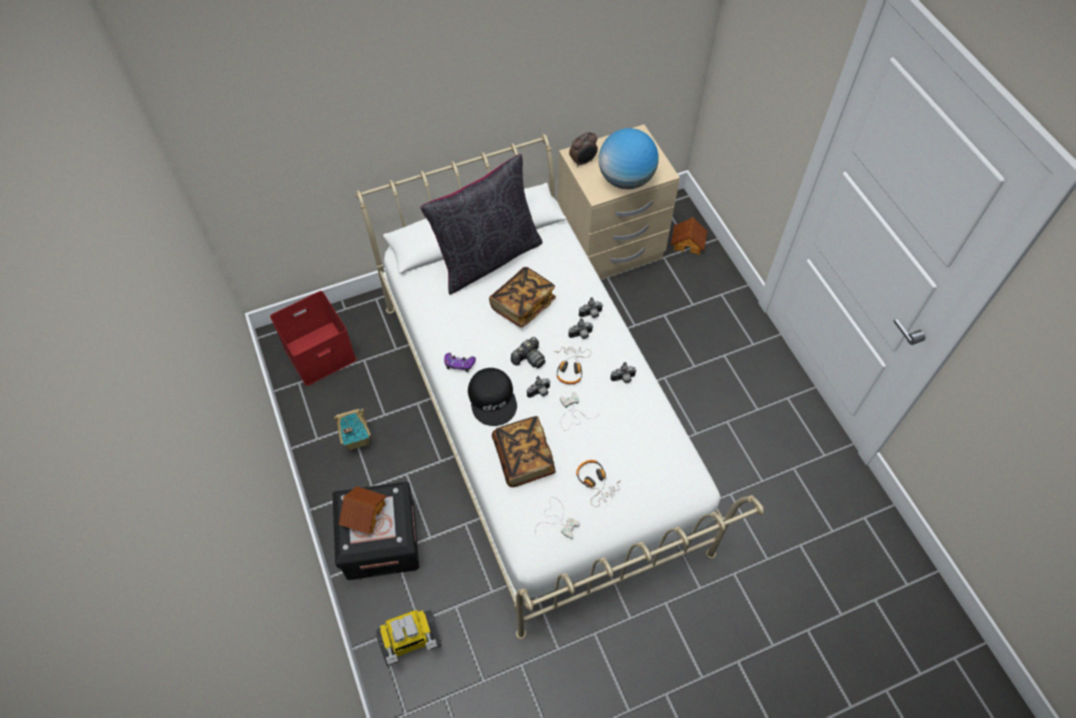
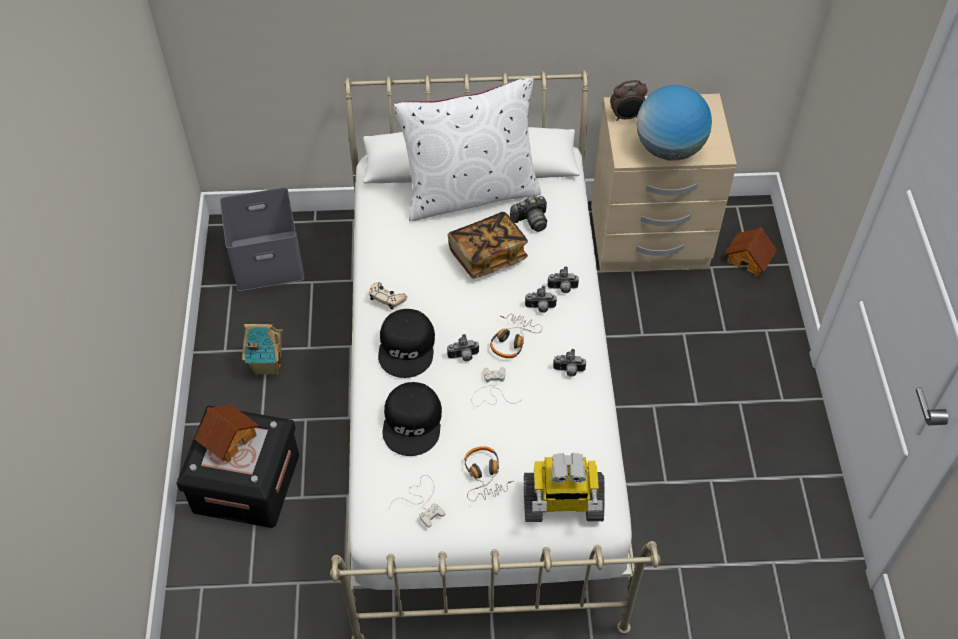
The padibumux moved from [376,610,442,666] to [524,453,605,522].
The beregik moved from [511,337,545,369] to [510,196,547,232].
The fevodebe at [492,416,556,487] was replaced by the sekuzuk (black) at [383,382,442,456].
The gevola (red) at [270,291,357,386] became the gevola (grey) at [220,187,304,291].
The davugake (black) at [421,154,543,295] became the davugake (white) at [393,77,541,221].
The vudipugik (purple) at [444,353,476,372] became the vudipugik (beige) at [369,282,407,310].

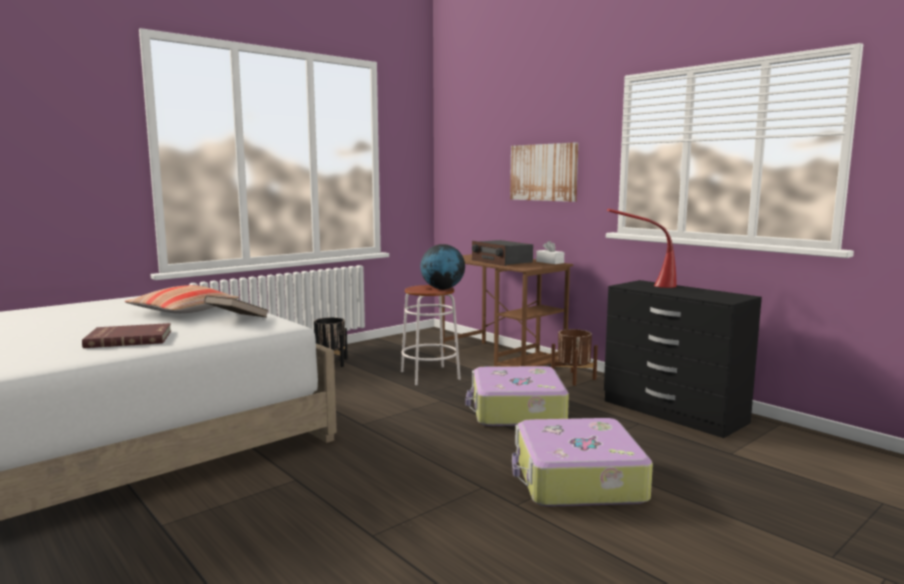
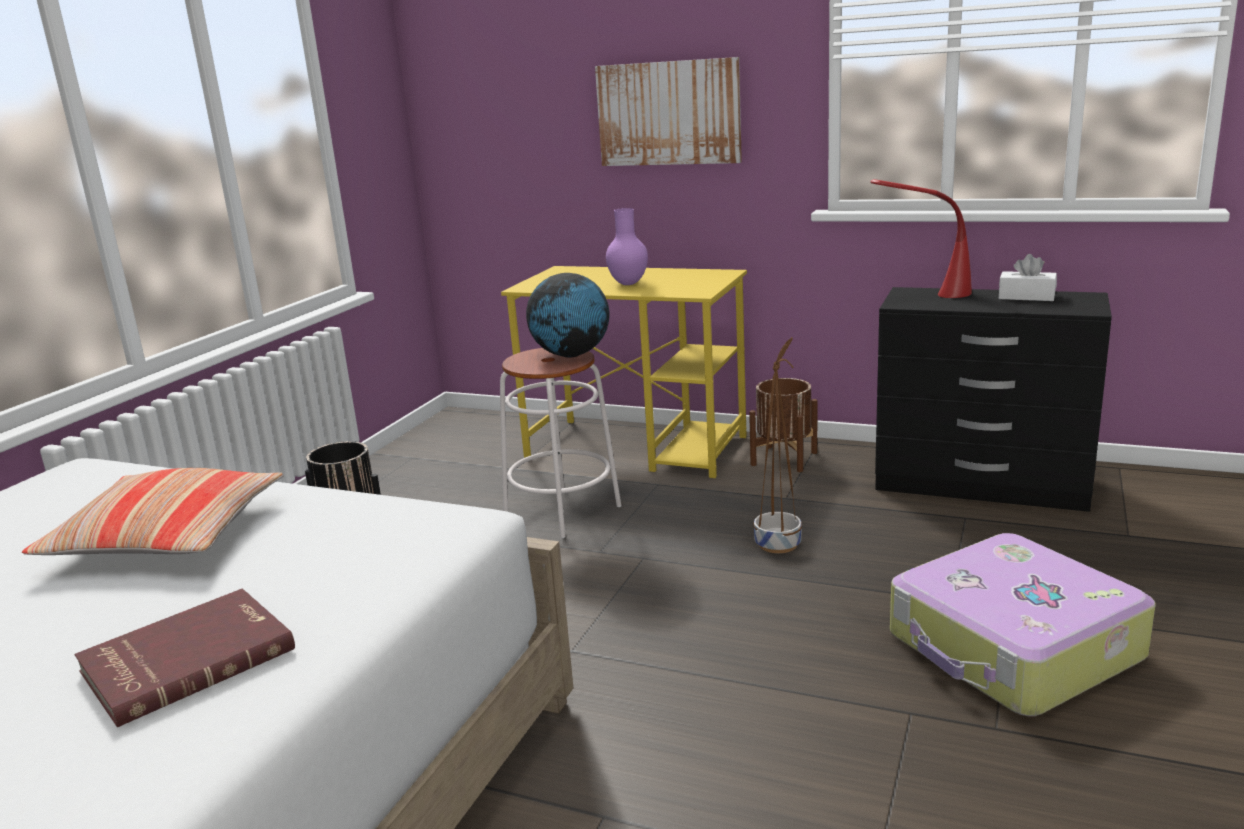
The fevodebe (brown) at [204,295,269,318] disappeared.
The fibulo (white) moved from [536,241,564,264] to [999,254,1057,301].
The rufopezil at [466,366,569,426] was replaced by the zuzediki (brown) at [753,337,802,553].
The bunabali at [472,240,533,266] was replaced by the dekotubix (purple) at [606,208,648,285].
The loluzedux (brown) at [441,254,573,367] became the loluzedux (yellow) at [501,266,747,478].

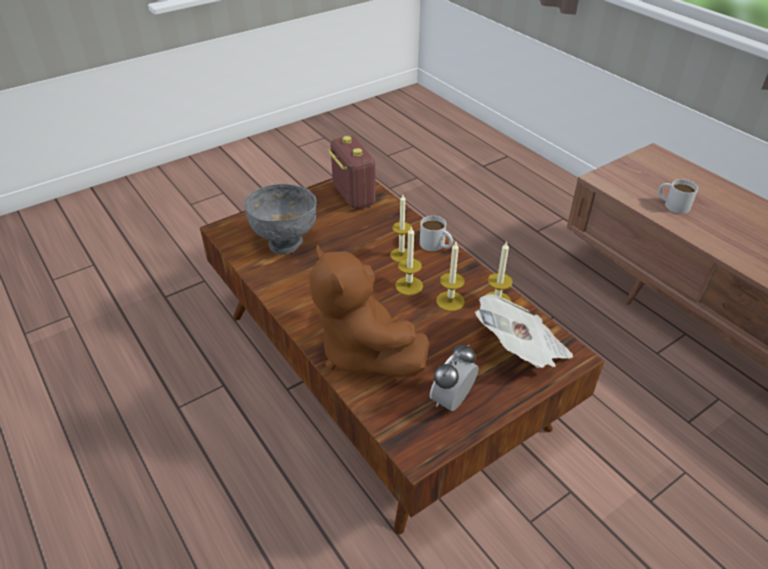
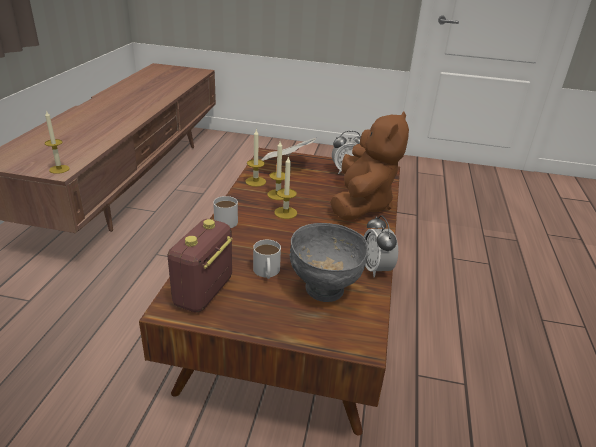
The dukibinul at [364,215,398,278] appeared.
The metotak moved from [390,195,412,262] to [45,110,70,174].
The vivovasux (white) moved from [658,179,698,214] to [253,240,281,279].

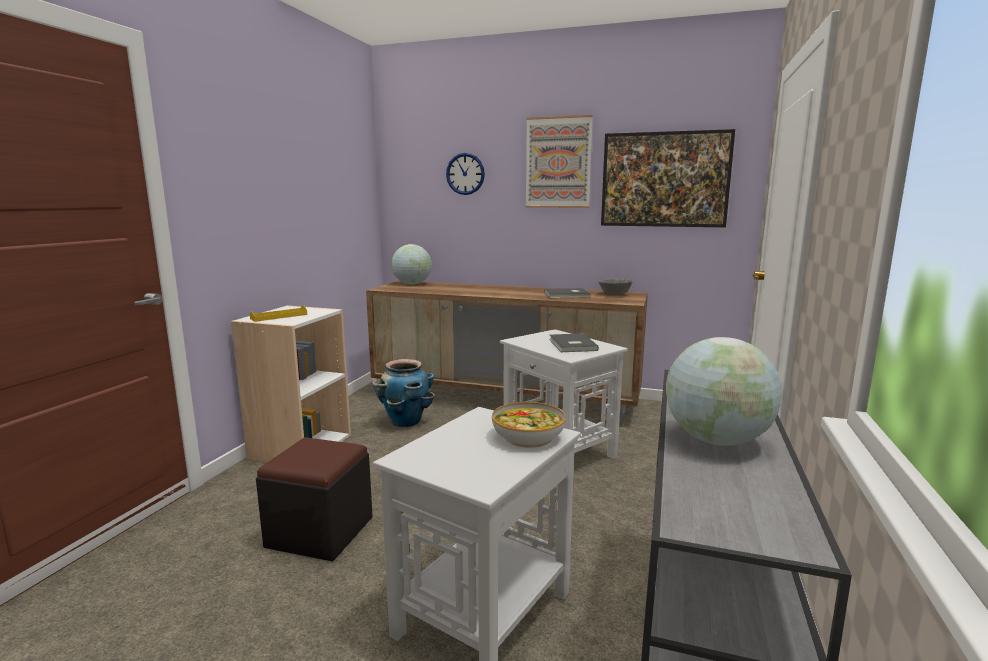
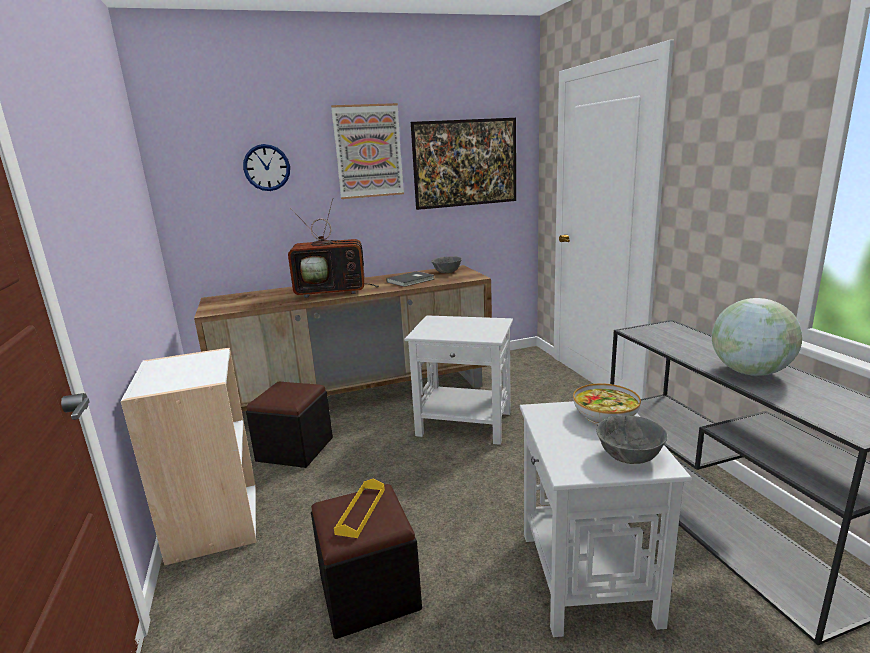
The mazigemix at [391,244,432,285] disappeared.
The fevodebe (grey) at [549,333,599,352] disappeared.
The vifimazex at [288,198,379,298] appeared.
The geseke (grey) at [596,415,667,464] appeared.
The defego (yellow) moved from [250,305,307,322] to [334,478,385,538].
The zuzediki at [373,359,435,427] was replaced by the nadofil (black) at [246,382,333,468].

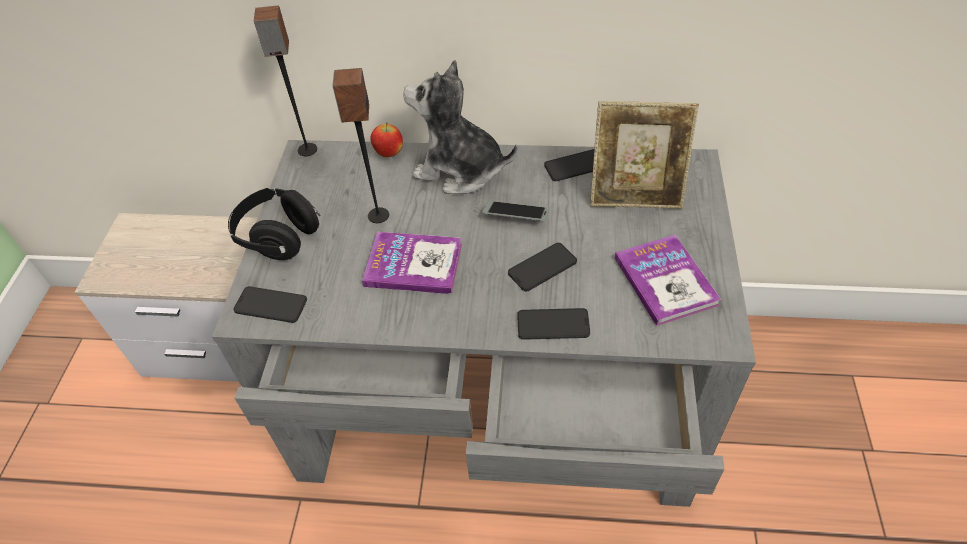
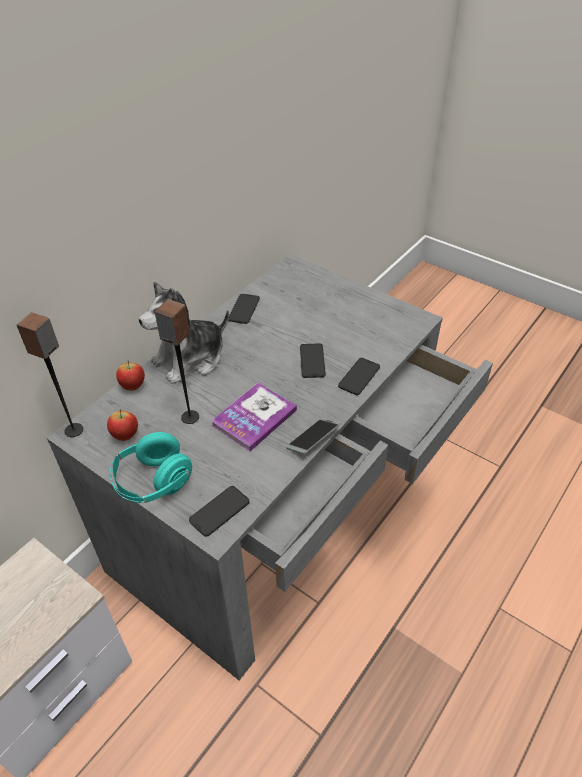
The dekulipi at [590,101,699,209] disappeared.
The fevodebe at [615,235,721,326] disappeared.
The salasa at [107,410,138,441] appeared.
The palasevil moved from [482,201,549,221] to [286,418,341,454].
The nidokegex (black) at [228,188,320,260] became the nidokegex (turquoise) at [110,432,192,503].

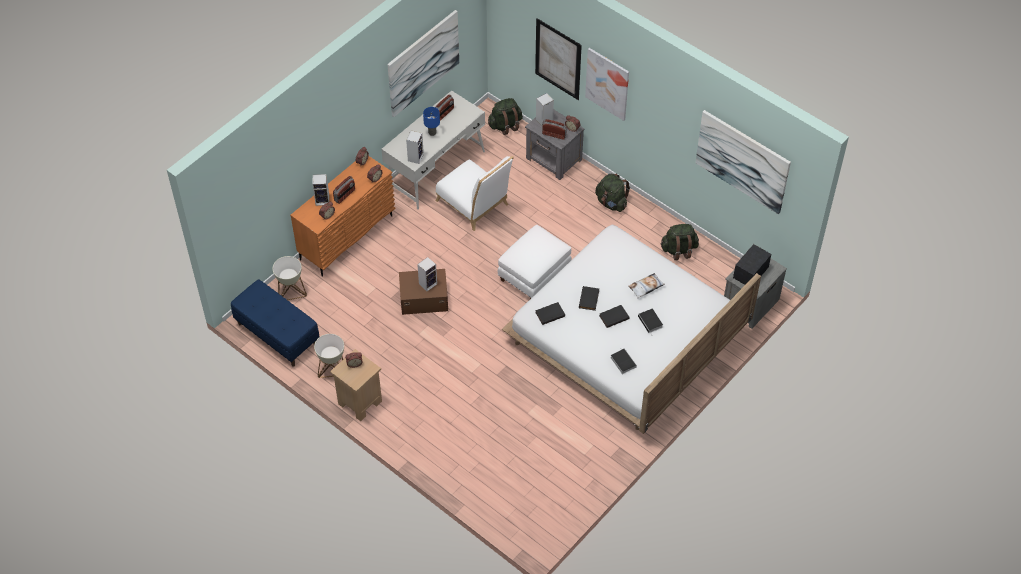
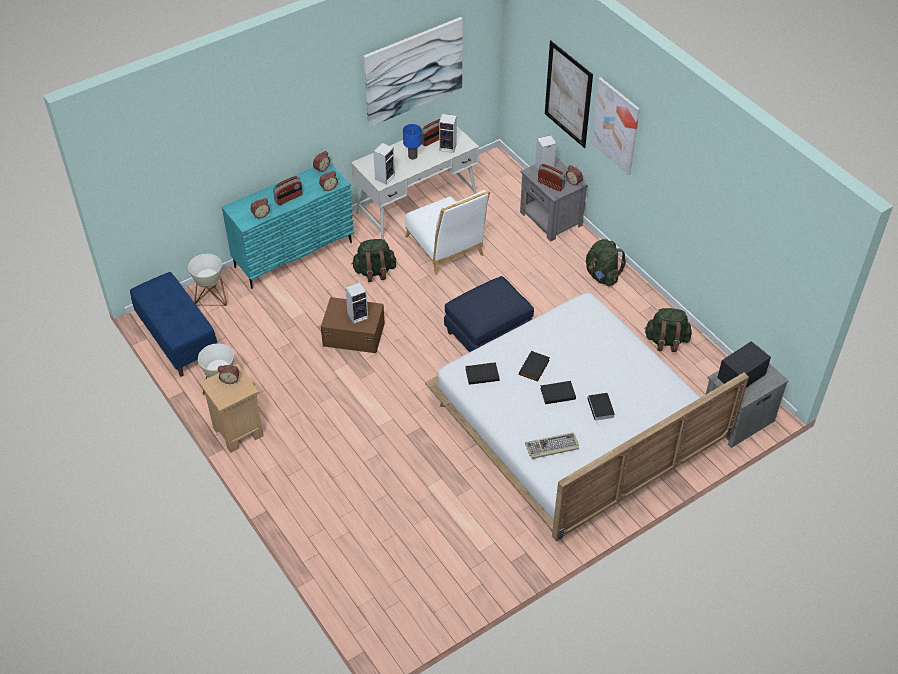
The davugake at [628,273,665,298] disappeared.
The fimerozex at [695,110,791,214] disappeared.
The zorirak moved from [313,174,329,206] to [439,114,457,153].
The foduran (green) moved from [488,98,523,135] to [352,239,396,282].
The fevodebe at [610,348,637,374] was replaced by the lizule at [525,432,579,459].
The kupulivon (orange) at [290,156,395,277] became the kupulivon (turquoise) at [222,163,354,289].
The nadofil (white) at [498,225,572,299] became the nadofil (blue) at [444,276,534,352].

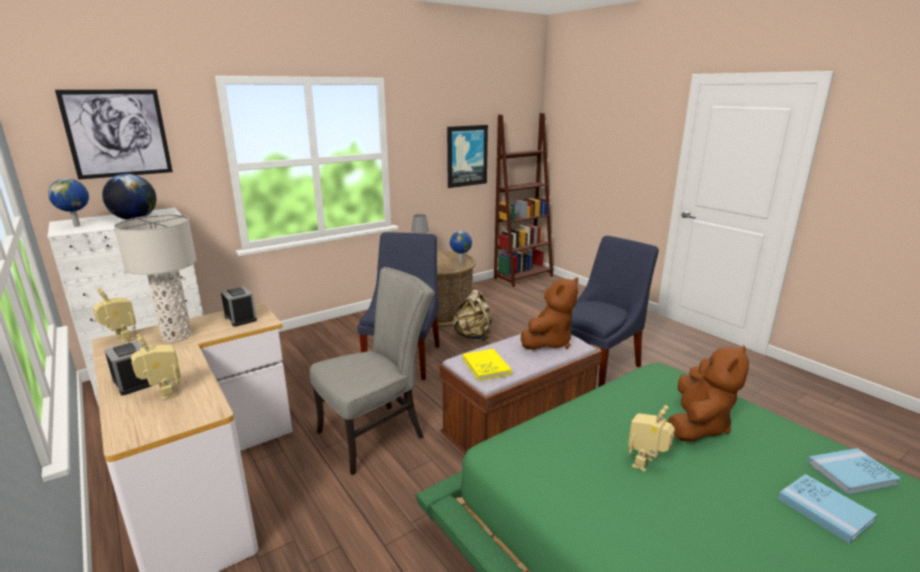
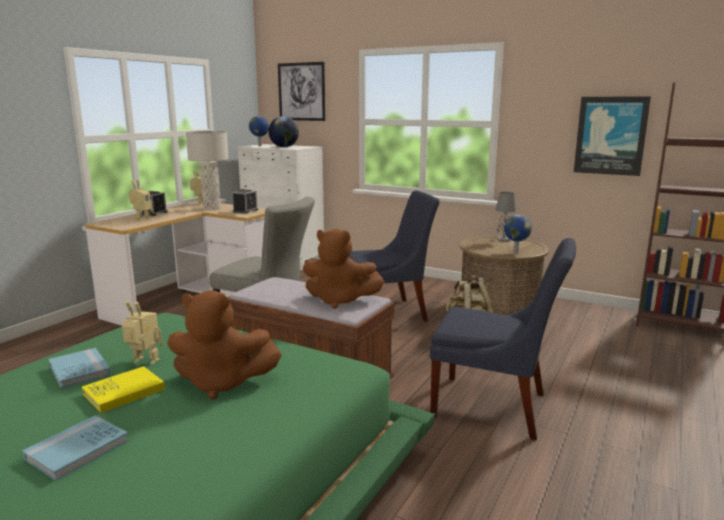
The fevodebe (yellow) moved from [463,349,511,381] to [82,366,165,413].
The fevodebe (blue) moved from [808,448,901,495] to [49,348,111,389].

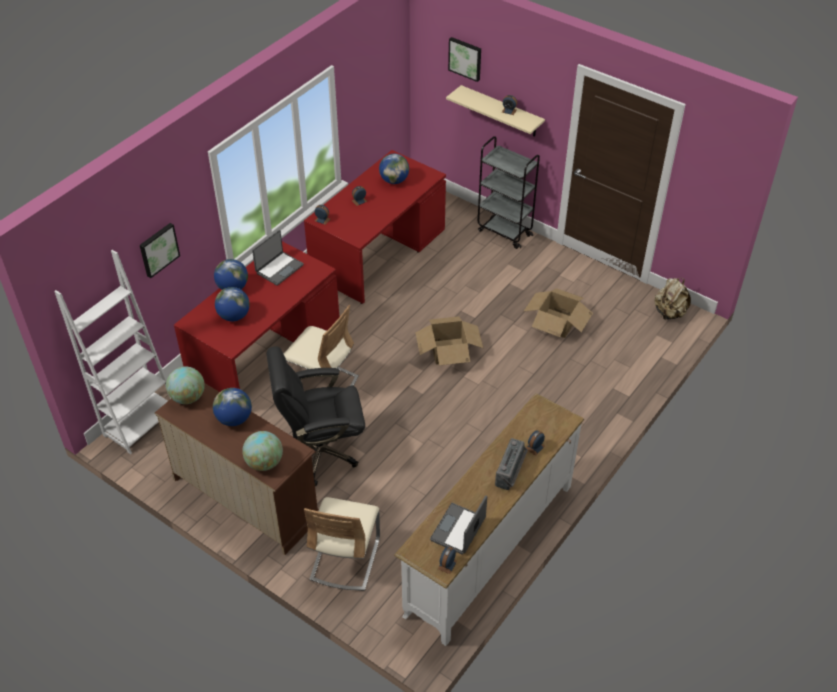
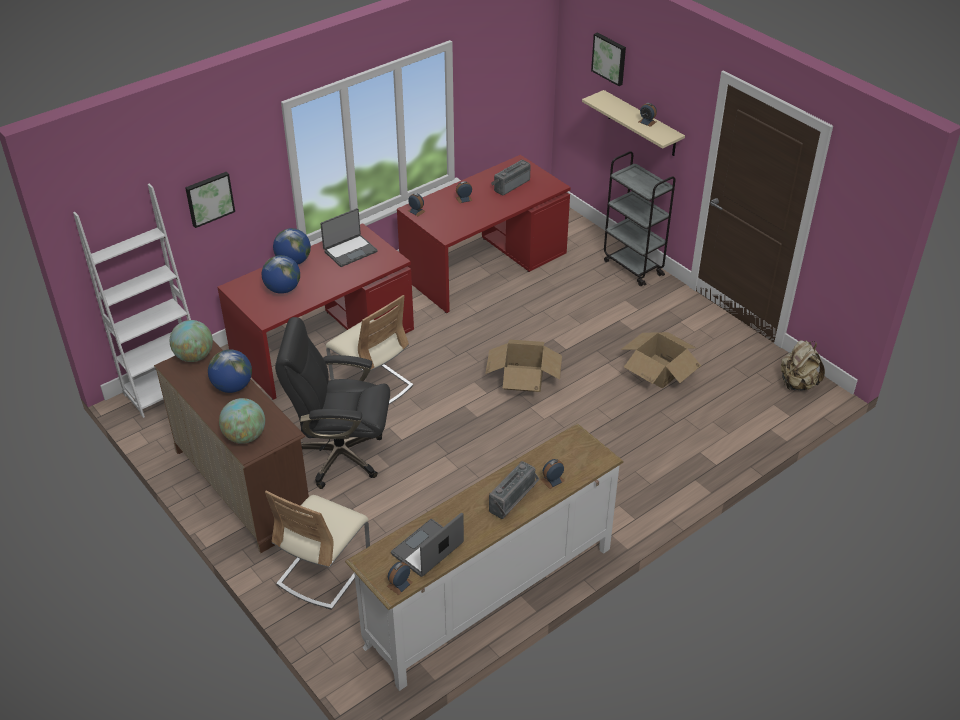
The mazigemix at [379,154,409,184] was replaced by the bunabali at [491,160,531,195].

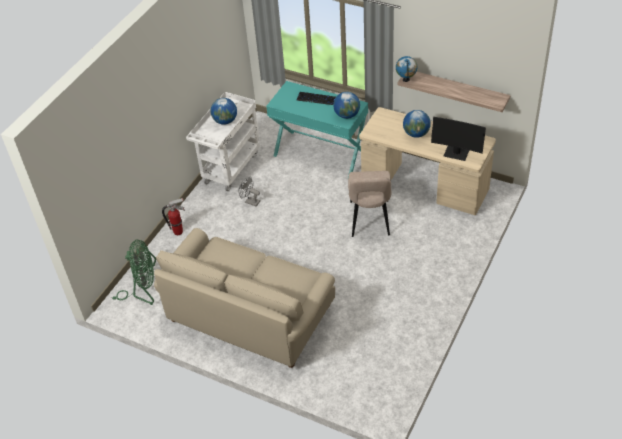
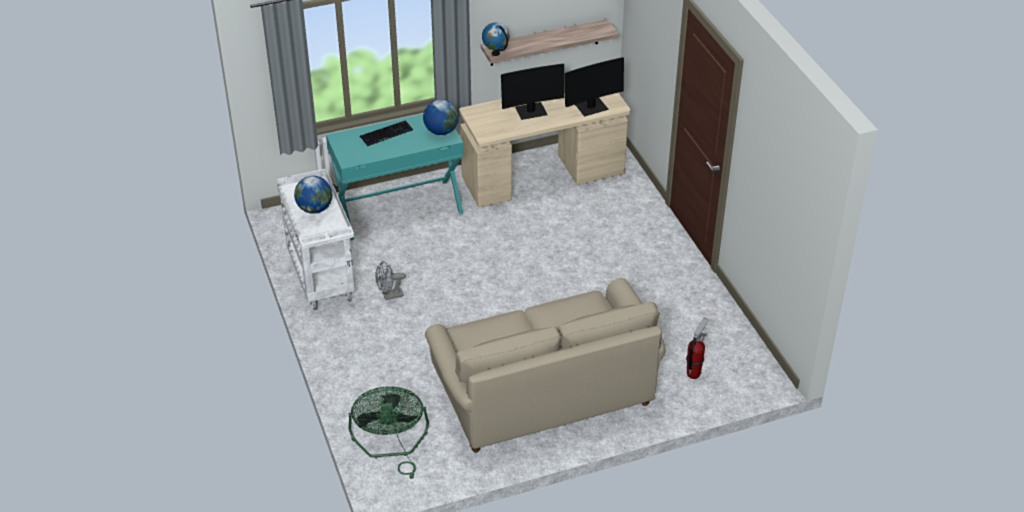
The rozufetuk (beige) at [348,171,392,237] disappeared.
The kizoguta moved from [162,198,185,235] to [686,317,709,379].
The mazigemix at [403,110,431,138] was replaced by the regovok at [501,63,565,120].
The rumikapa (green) at [112,239,156,305] turned 45 degrees counterclockwise.

